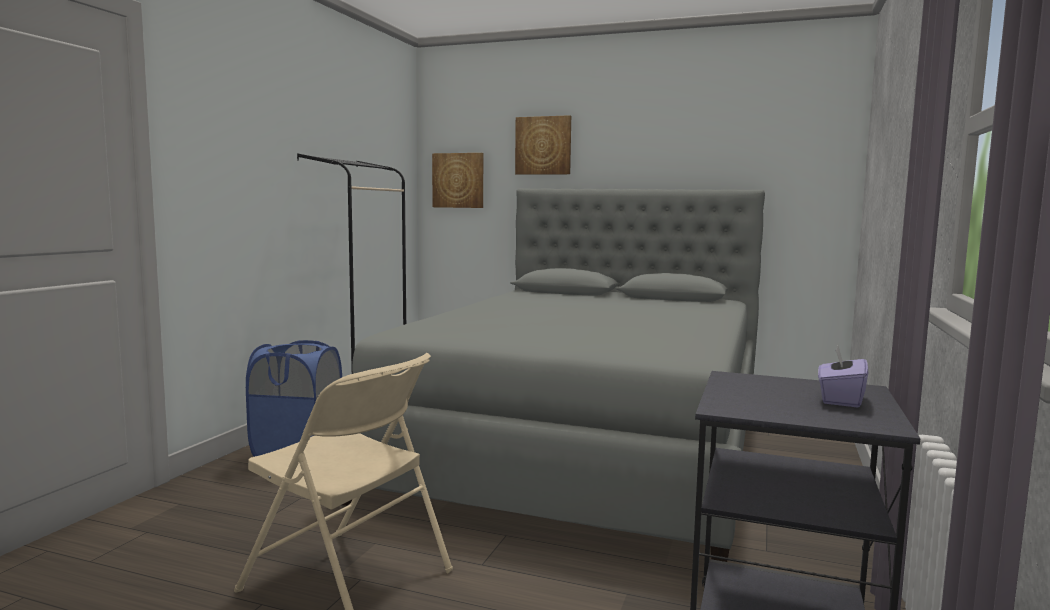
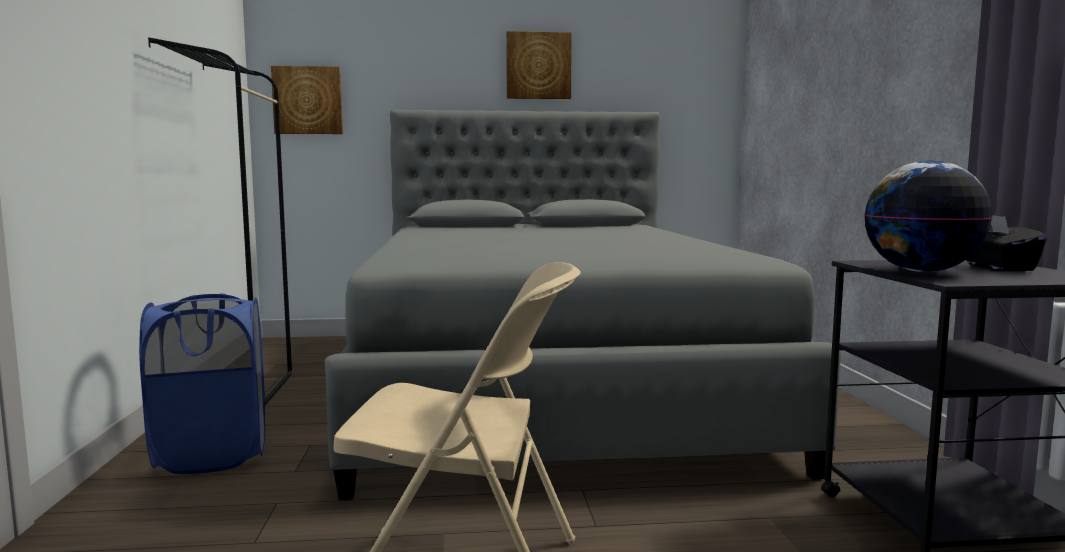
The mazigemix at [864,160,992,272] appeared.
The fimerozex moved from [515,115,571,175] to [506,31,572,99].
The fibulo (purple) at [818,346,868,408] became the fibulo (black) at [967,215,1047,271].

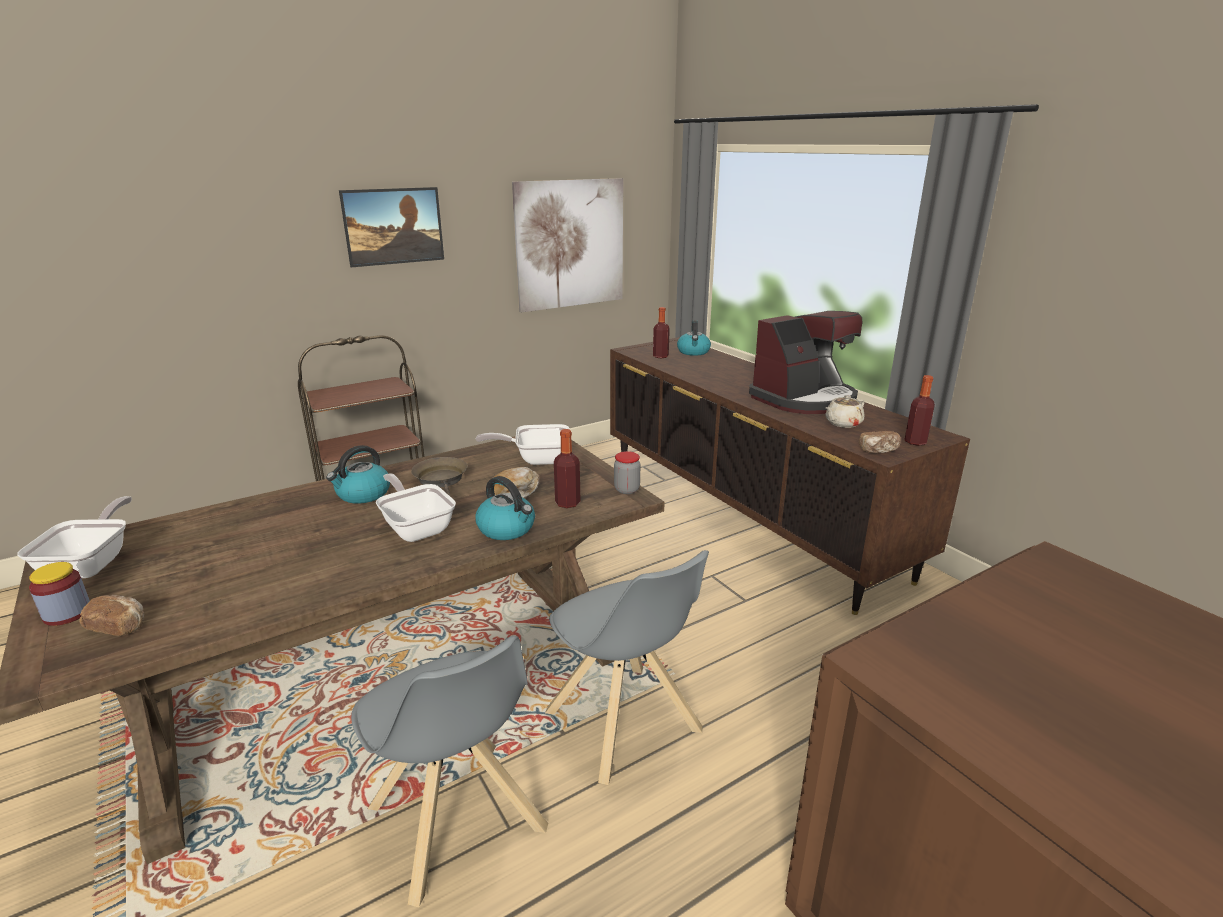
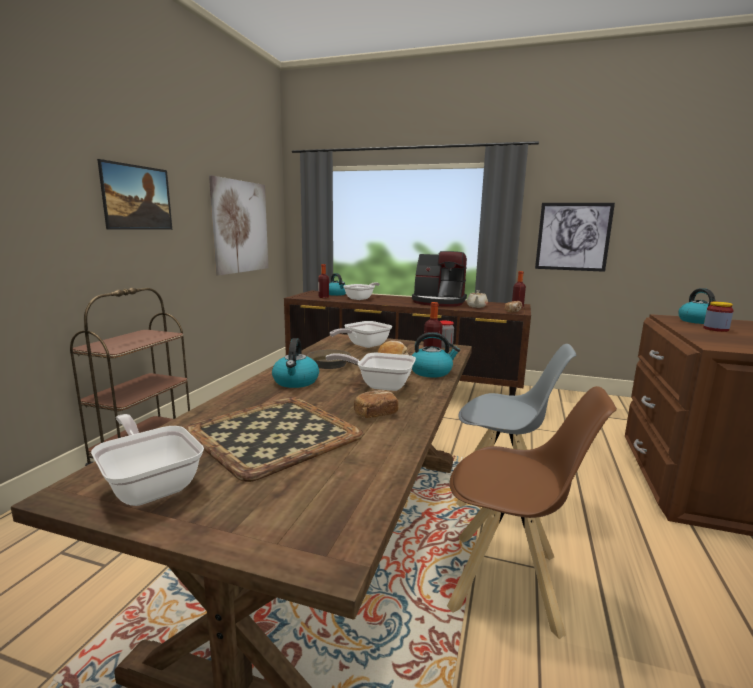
The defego at [185,397,363,482] appeared.
The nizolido at [343,282,380,300] appeared.
The fimerozex at [535,203,615,272] appeared.
The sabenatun at [678,288,717,324] appeared.
The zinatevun moved from [29,562,90,626] to [703,302,734,332].
The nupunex moved from [79,595,144,636] to [354,390,398,418].
The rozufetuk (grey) at [351,636,548,907] became the rozufetuk (brown) at [447,386,617,639].
The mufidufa at [749,311,862,414] turned 90 degrees clockwise.

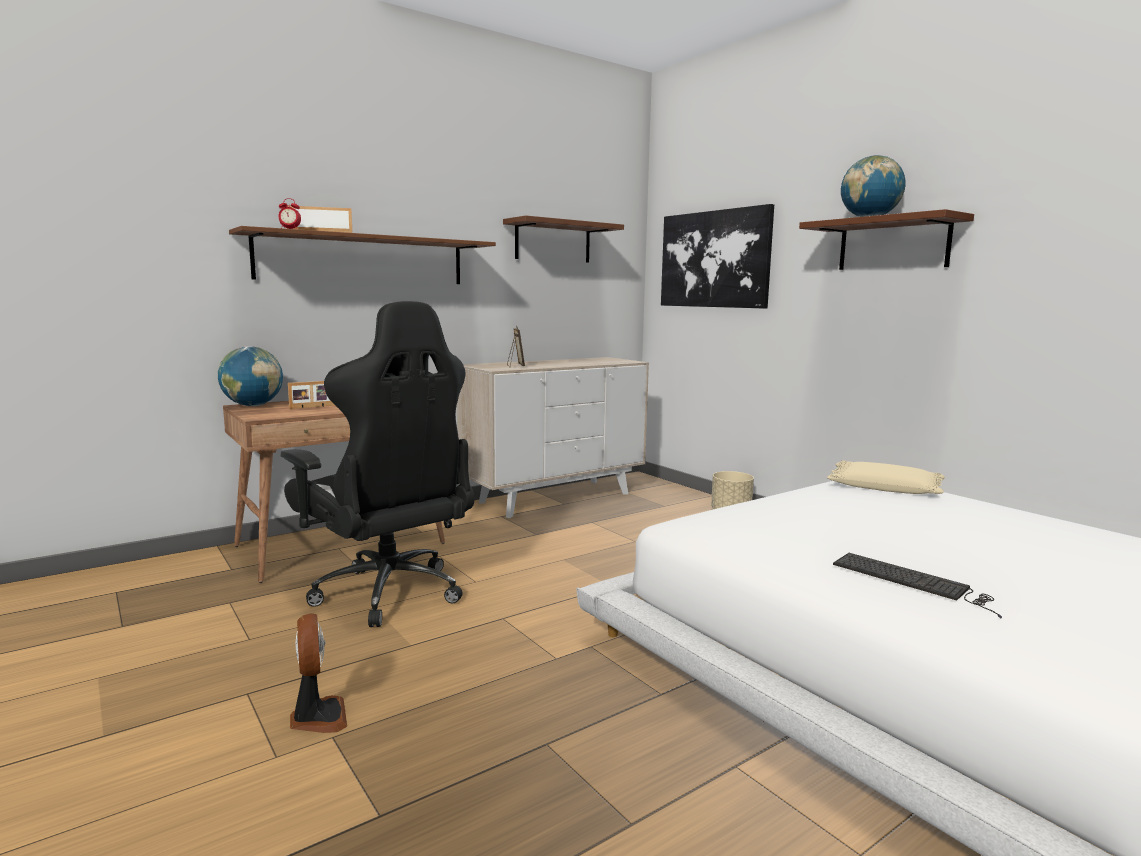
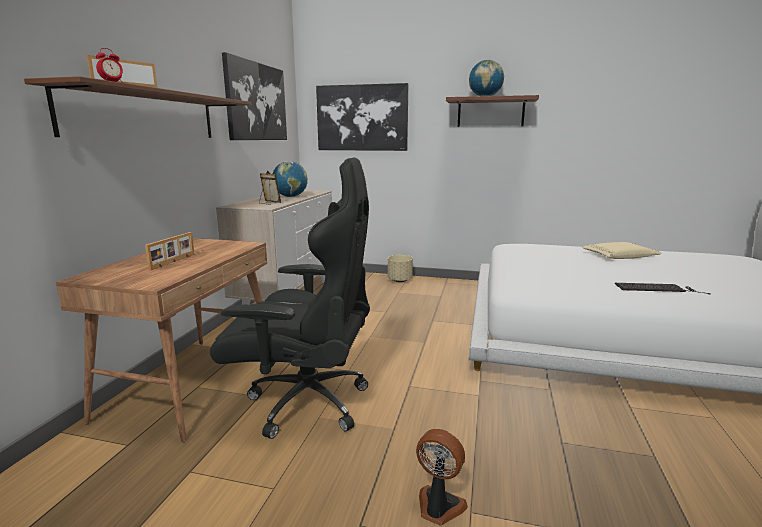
The mazigemix moved from [218,346,283,406] to [273,161,308,197].
The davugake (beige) moved from [827,460,945,494] to [582,242,662,259].
The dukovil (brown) at [503,215,624,263] was replaced by the fimerozex at [222,52,287,140].

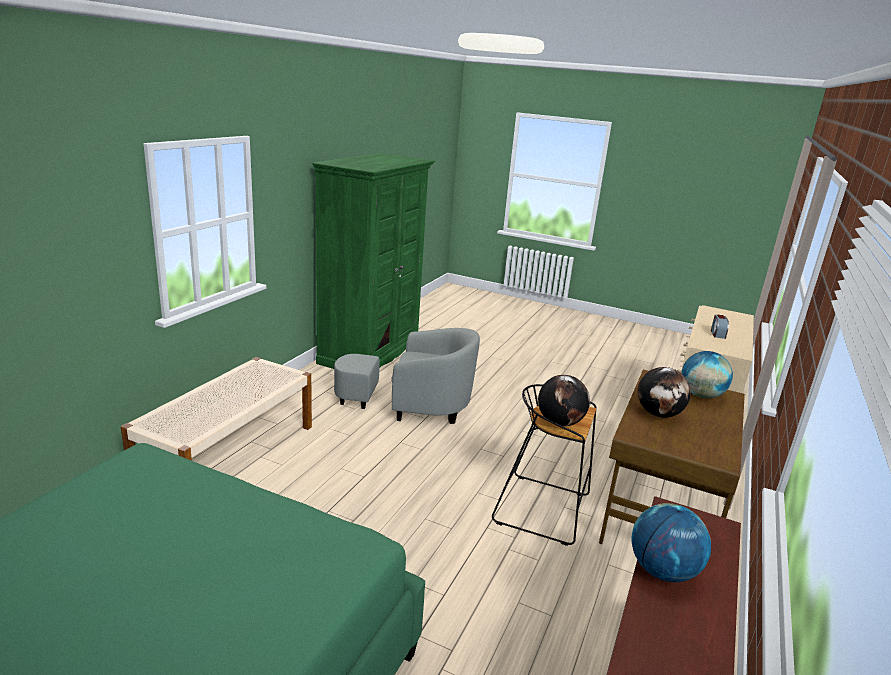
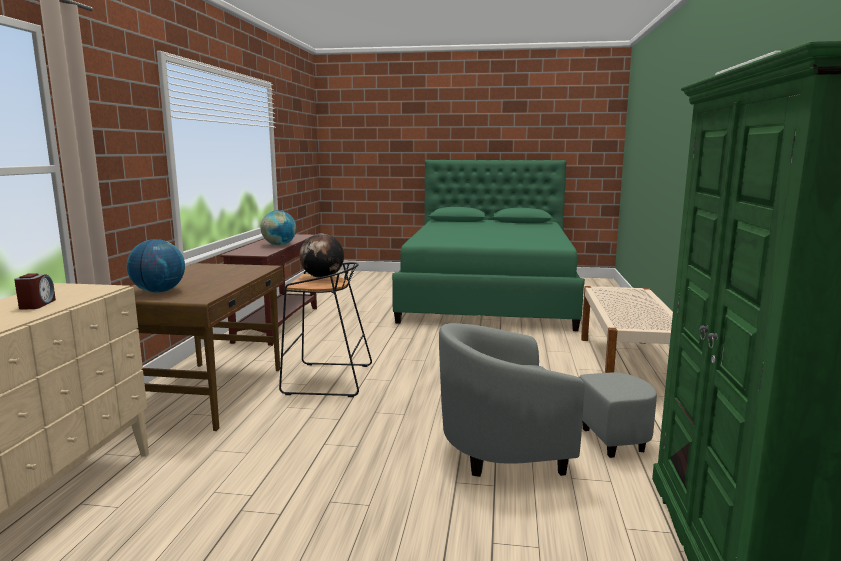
The mazigemix at [638,367,691,418] disappeared.

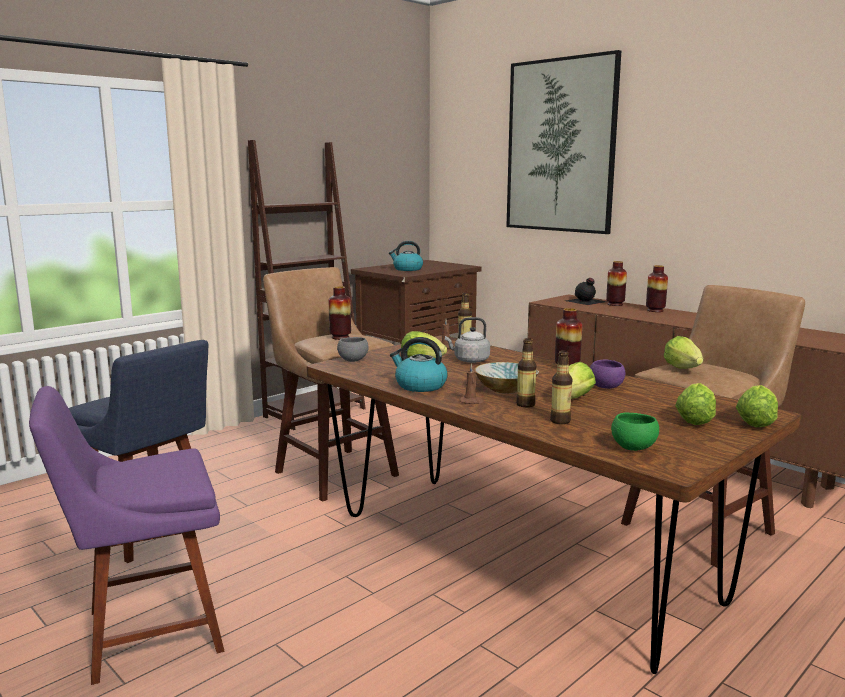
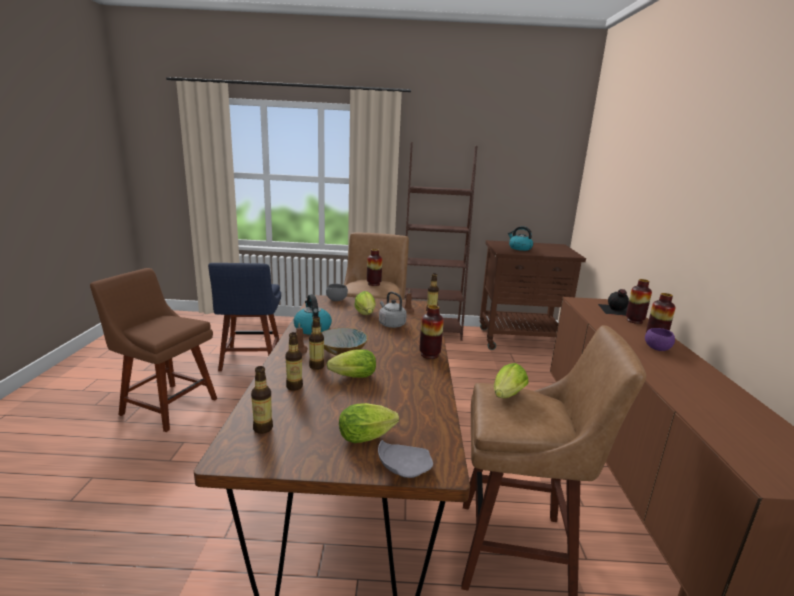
The fimerozex at [506,50,621,234] disappeared.
The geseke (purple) moved from [590,360,625,389] to [645,328,675,351].
The geseke (green) at [611,412,659,451] was replaced by the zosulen at [251,366,273,434].
The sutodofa at [736,385,778,427] was replaced by the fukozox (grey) at [378,440,433,478].
The rozufetuk (purple) at [29,386,225,685] became the rozufetuk (brown) at [90,268,217,432].

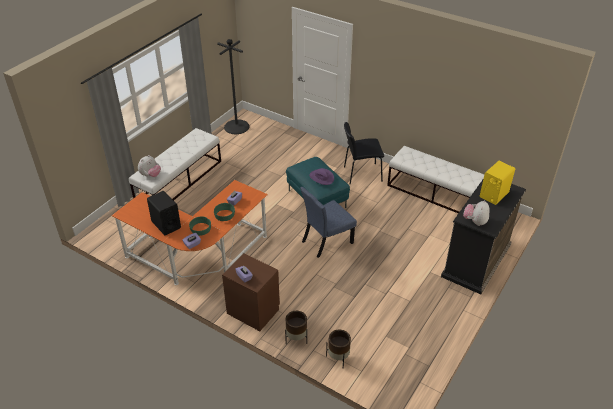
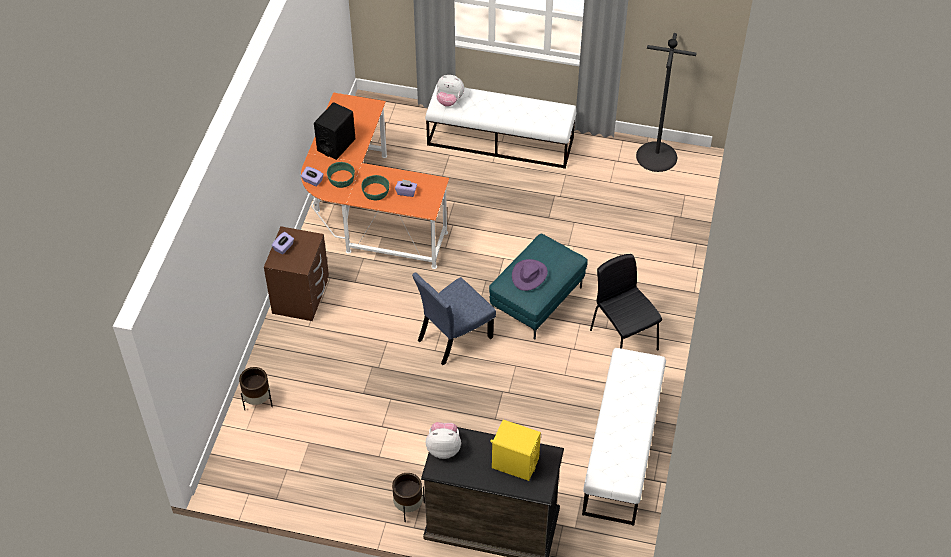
The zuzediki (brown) moved from [285,311,307,344] to [392,473,425,522].
The rozufetuk (blue) at [300,187,357,258] turned 75 degrees counterclockwise.

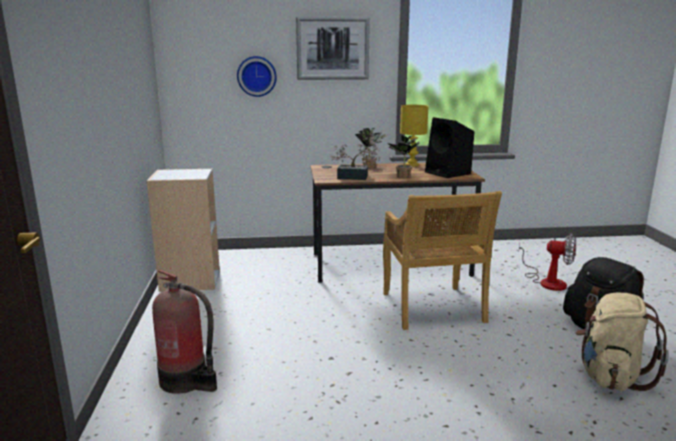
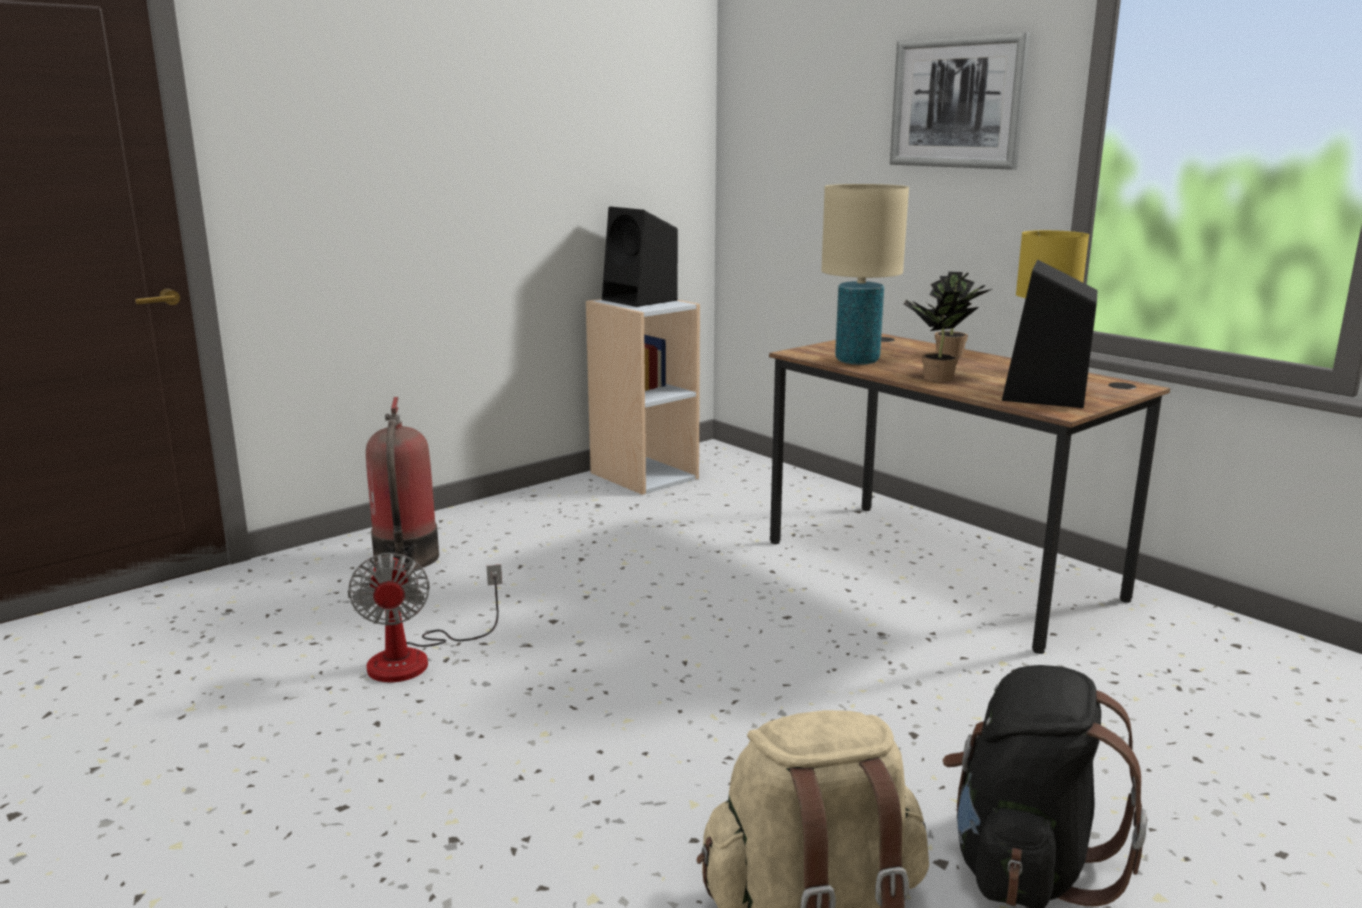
The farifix at [237,56,277,97] disappeared.
The rozufetuk (beige) at [383,191,502,330] disappeared.
The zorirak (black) at [602,207,678,307] appeared.
The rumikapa moved from [519,234,576,291] to [348,553,502,682].
The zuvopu at [330,137,380,180] was replaced by the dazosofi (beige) at [822,184,909,365].

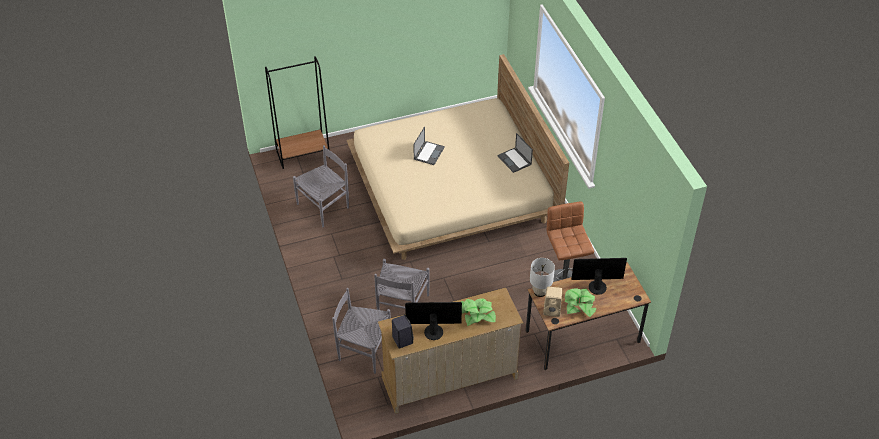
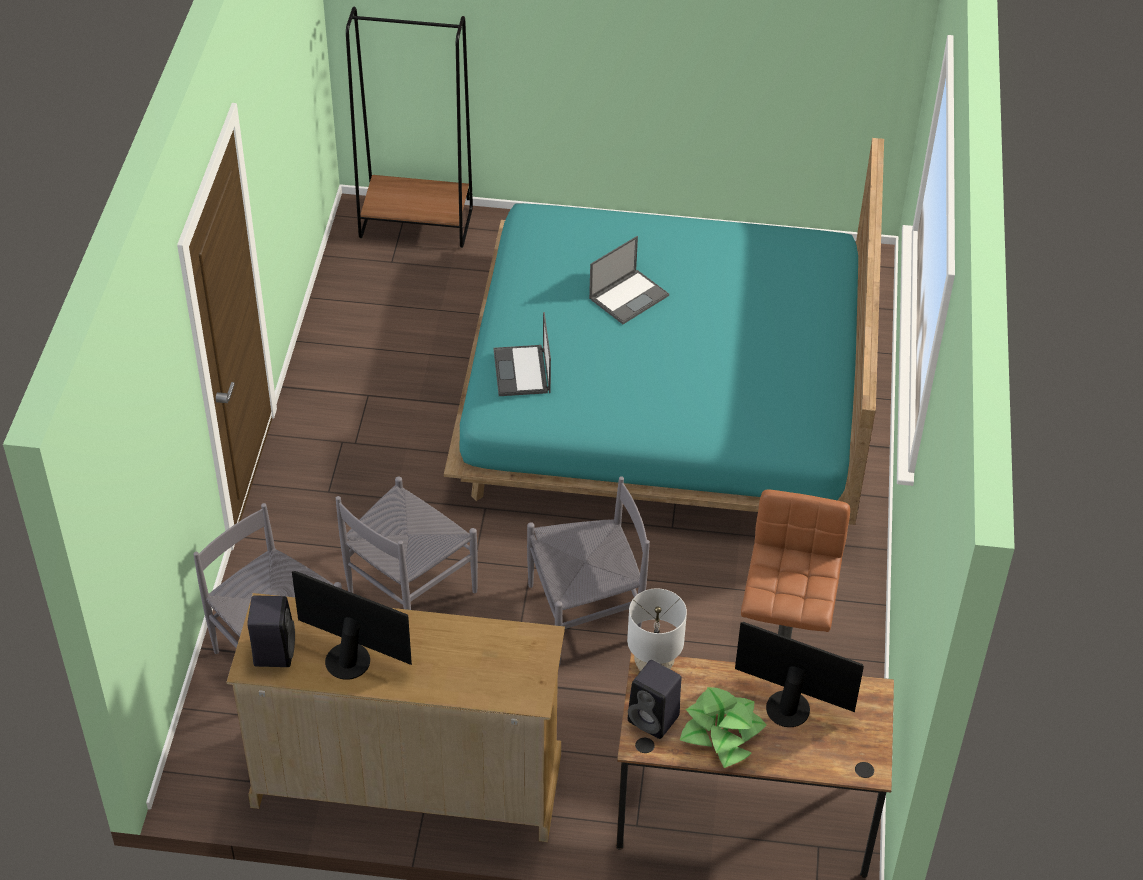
The zuvopu at [461,298,496,326] disappeared.
The rozufetuk (grey) moved from [293,145,349,227] to [527,476,650,665].
The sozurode moved from [497,133,533,173] to [494,312,551,396].
The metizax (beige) at [347,54,569,260] became the metizax (turquoise) at [444,138,884,525].
The zorirak (beige) at [543,287,562,317] became the zorirak (black) at [628,660,682,739].

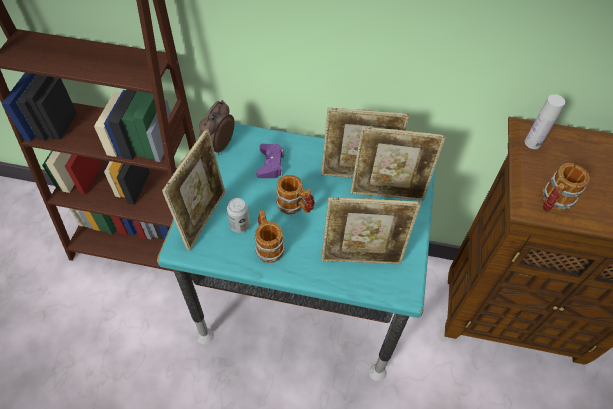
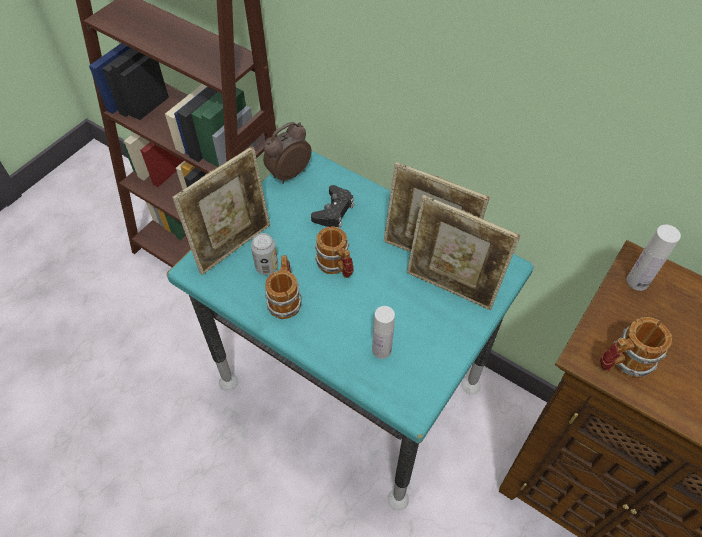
The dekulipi at [321,197,421,264] was replaced by the zosulen (white) at [372,306,395,359].
The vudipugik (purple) at [256,144,284,178] became the vudipugik (black) at [311,185,354,228].

